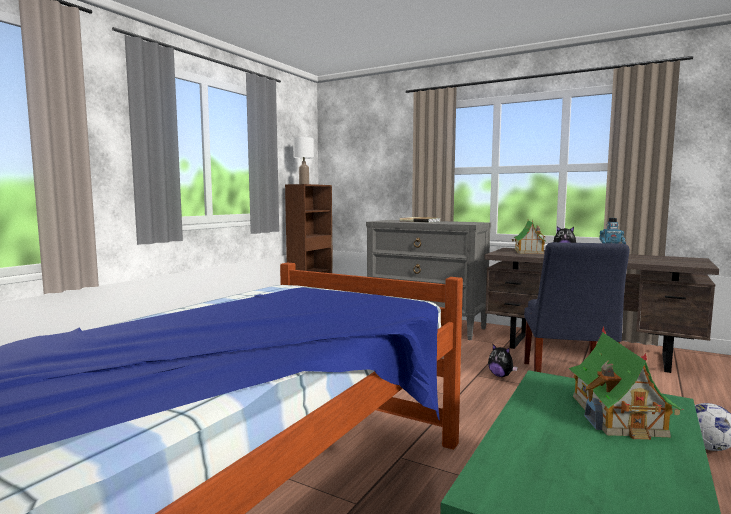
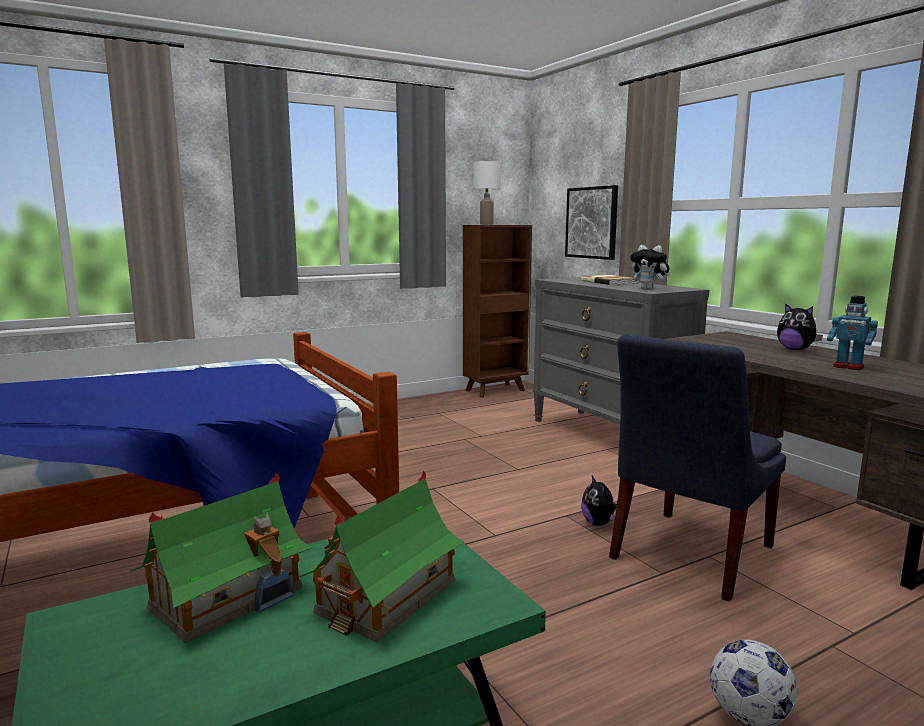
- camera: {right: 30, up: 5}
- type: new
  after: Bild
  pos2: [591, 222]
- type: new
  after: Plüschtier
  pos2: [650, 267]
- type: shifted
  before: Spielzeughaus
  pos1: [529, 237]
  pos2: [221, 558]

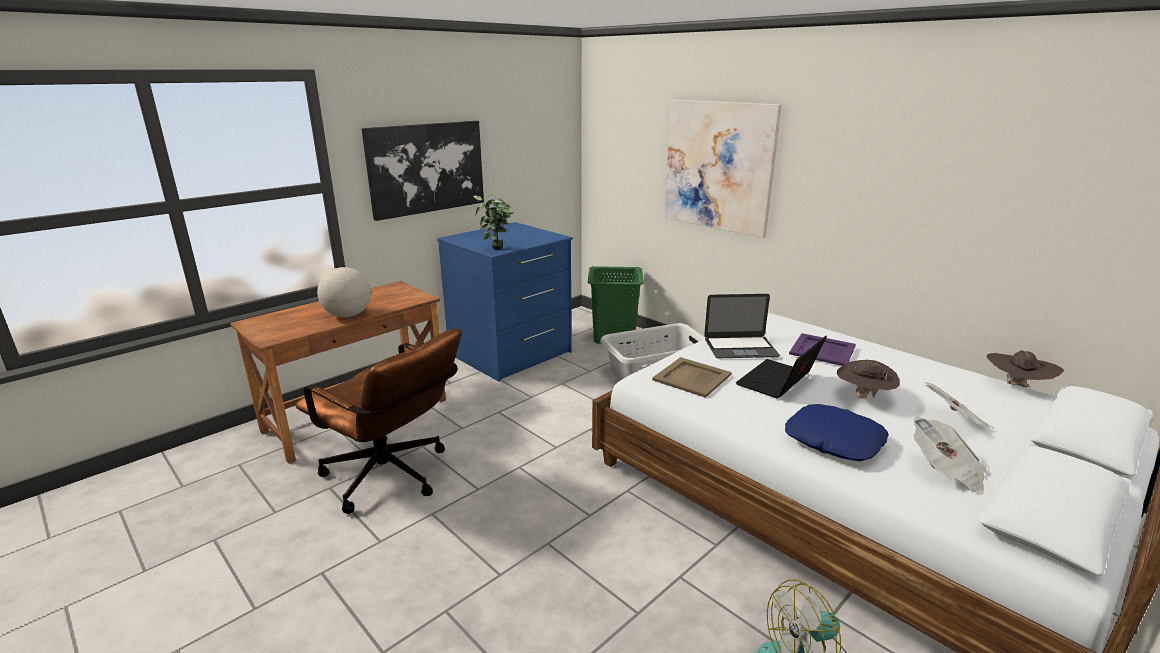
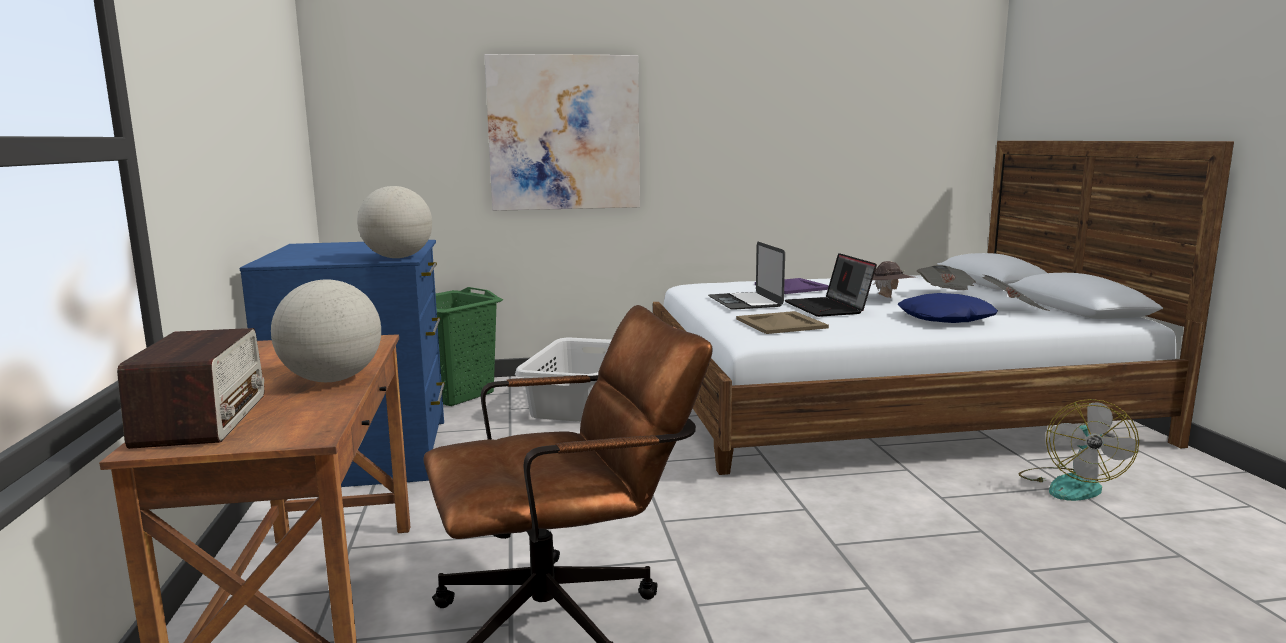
- camera: {right: -55, up: -10}
- type: gone
  before: Bild
  pos1: [423, 171]
- type: gone
  before: Hut [braun]
  pos1: [1025, 368]
- type: new
  after: Radio
  pos2: [190, 388]
- type: swapped
  before: Topfpflanze
  after: Globus
  pos1: [493, 221]
  pos2: [394, 222]
- type: rotated
  before: Laptop
  pos1: [742, 326]
  pos2: [746, 276]
  turn: 135

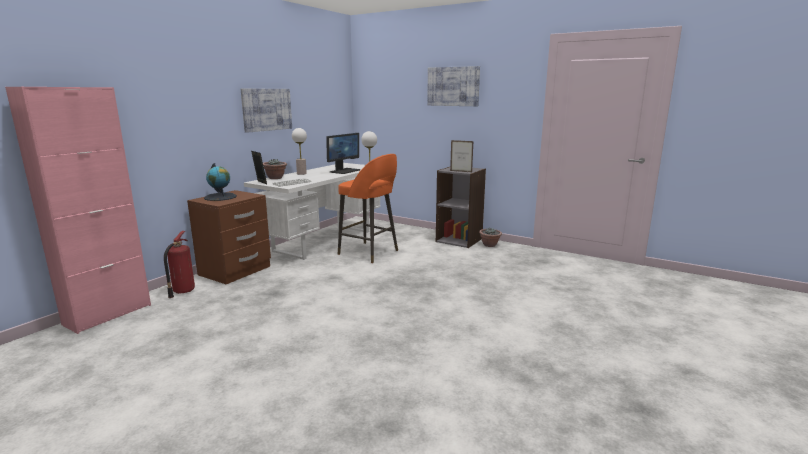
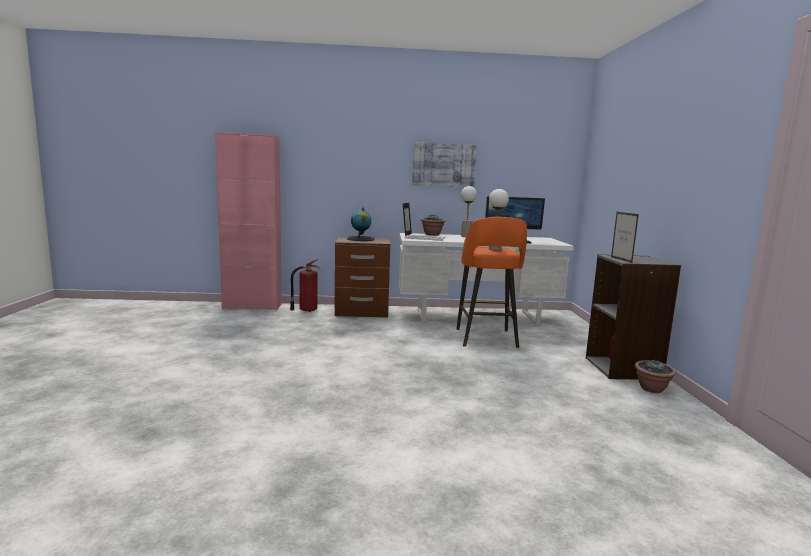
- camera: {right: 55, up: -5}
- type: gone
  before: Bild
  pos1: [453, 86]

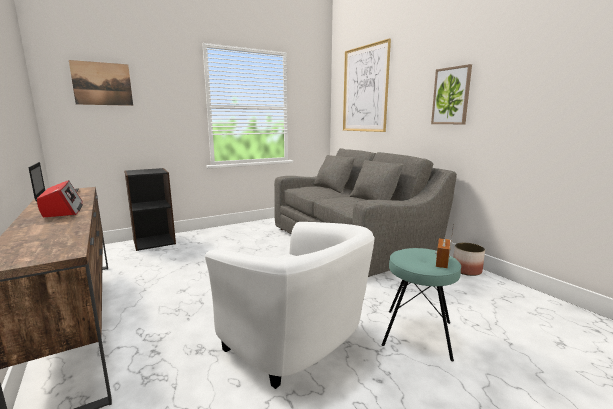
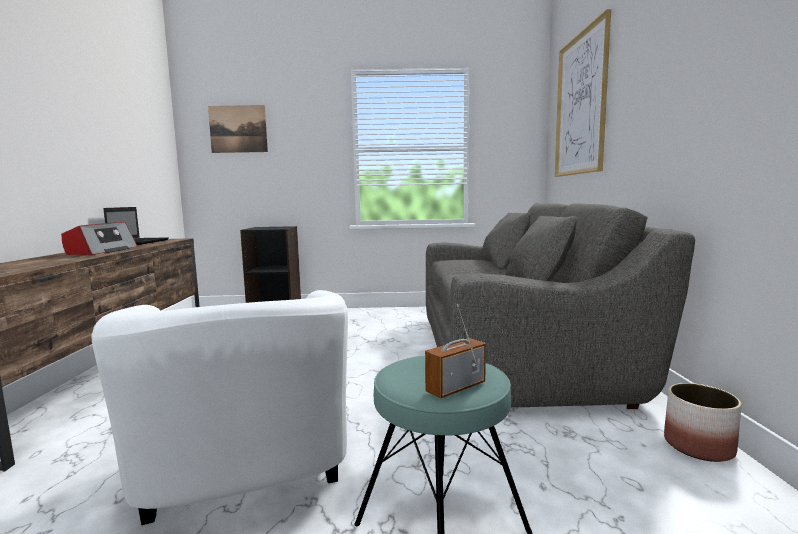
- camera: {right: 30, up: -5}
- type: gone
  before: Bild
  pos1: [451, 94]

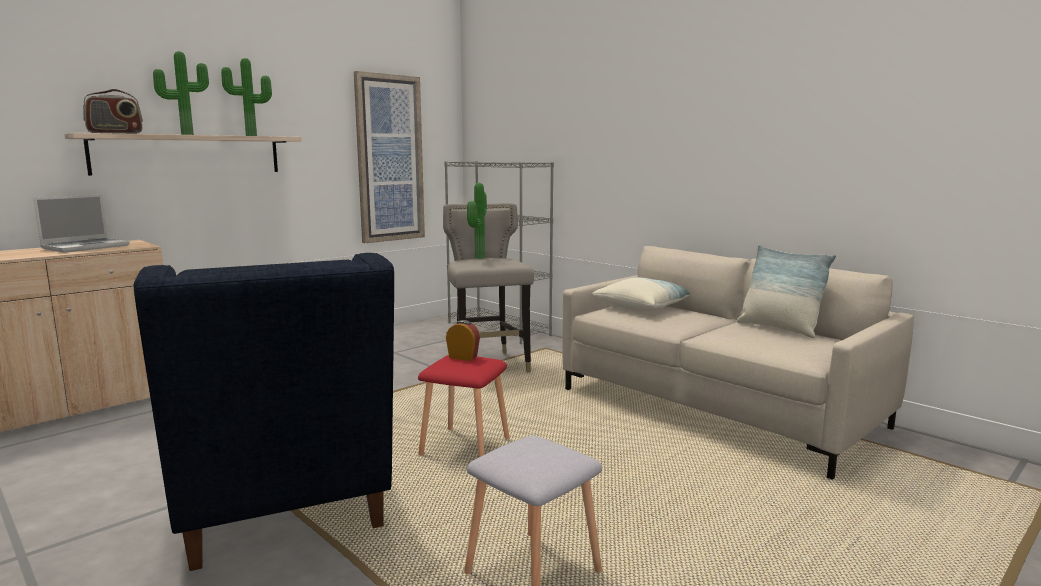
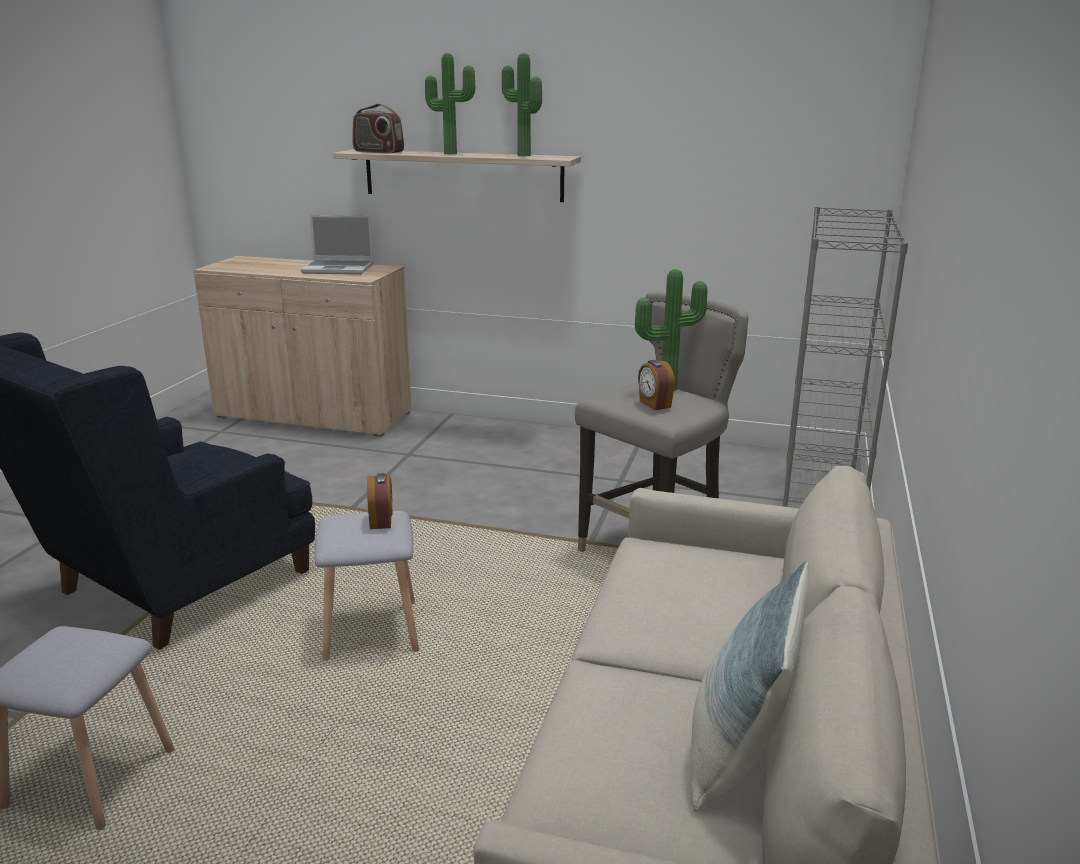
- camera: {right: 60, up: 10}
- type: gone
  before: Bild
  pos1: [389, 157]
- type: gone
  before: Kissen
  pos1: [641, 294]
- type: new
  after: Wecker
  pos2: [656, 385]
- type: repainted
  before: Hocker [rot]
  after: Hocker [grau]
  pos1: [464, 406]
  pos2: [366, 586]

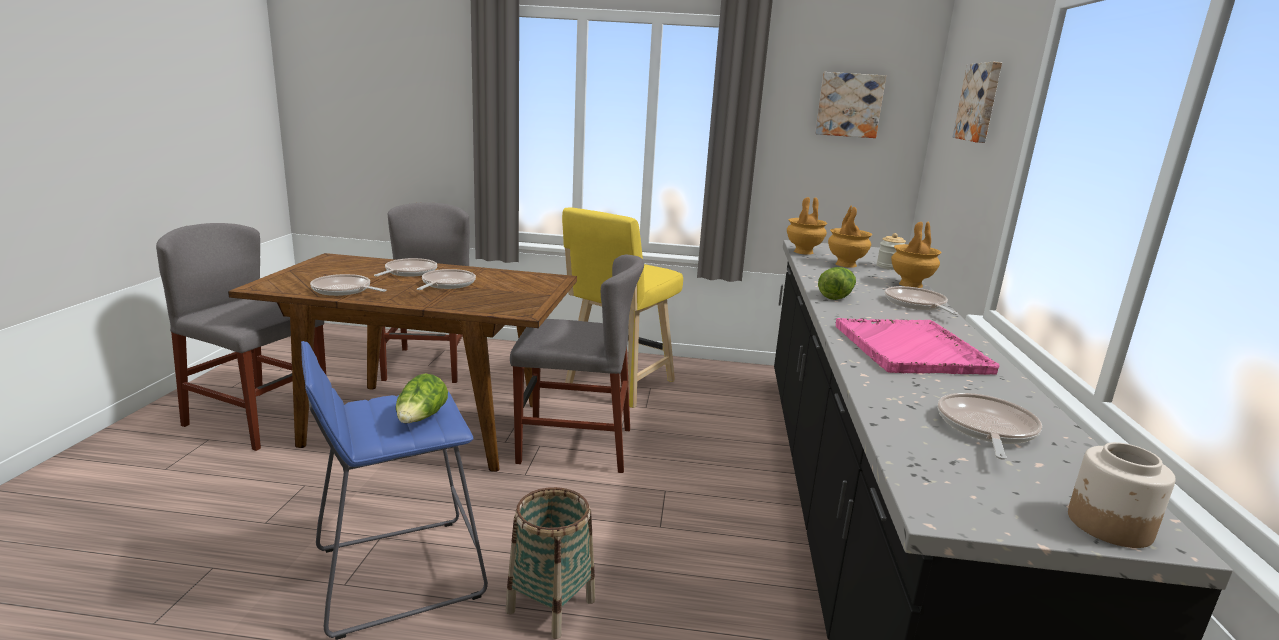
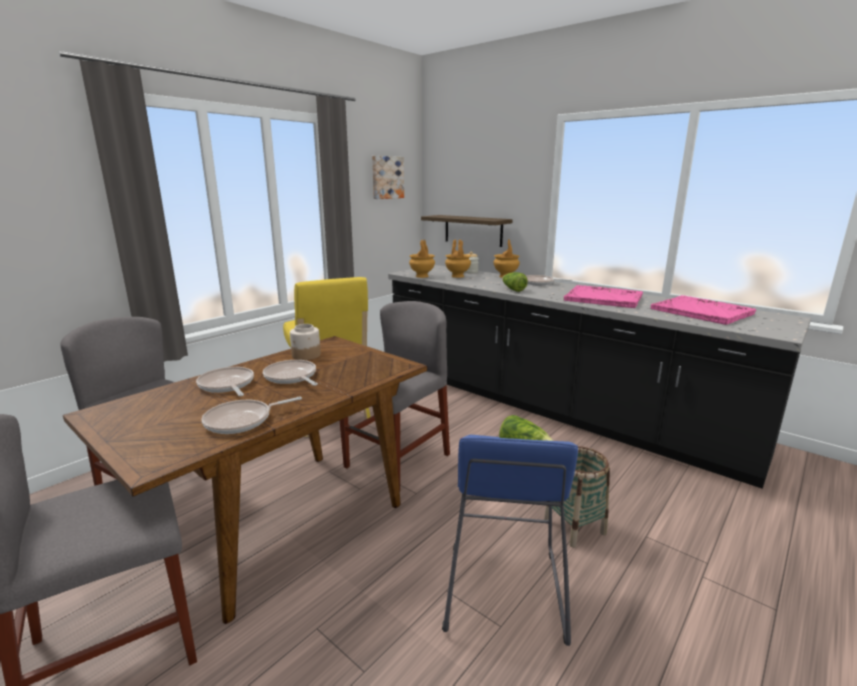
- camera: {right: -55, up: 0}
- type: gone
  before: Bild
  pos1: [977, 102]
- type: new
  after: Wandregal
  pos2: [467, 231]
- type: shifted
  before: Vorratsglas
  pos1: [1122, 495]
  pos2: [305, 342]
- type: swapped
  before: Pfanne
  after: Tablett [rosa]
  pos1: [990, 426]
  pos2: [703, 310]

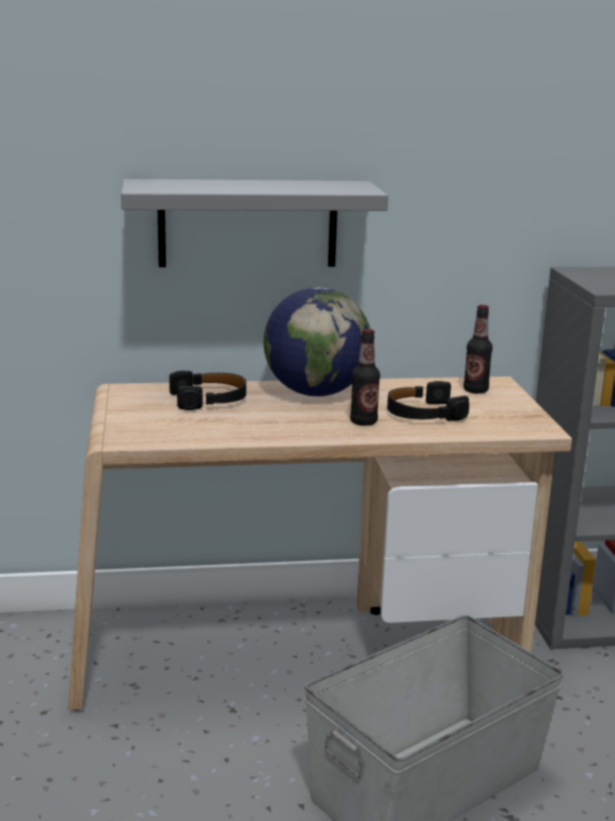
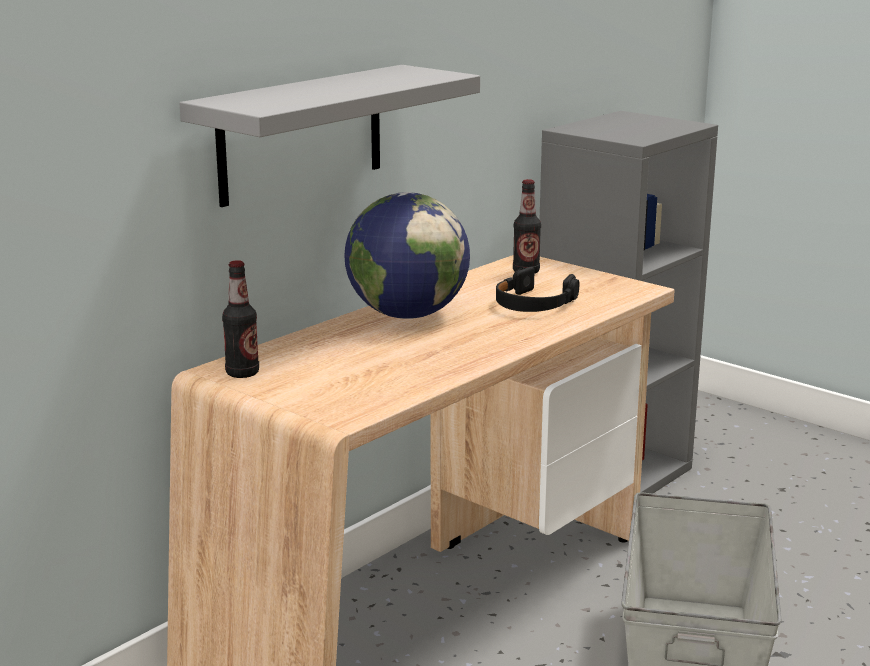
- camera: {right: -40, up: 0}
- type: gone
  before: Kopfhörer [schwarz]
  pos1: [207, 390]
- type: shifted
  before: Flasche
  pos1: [365, 377]
  pos2: [240, 319]

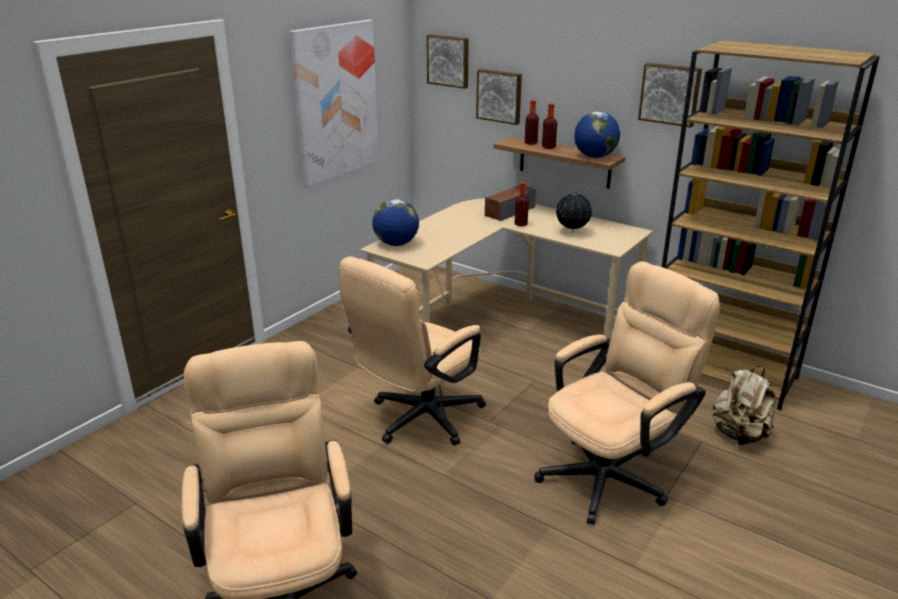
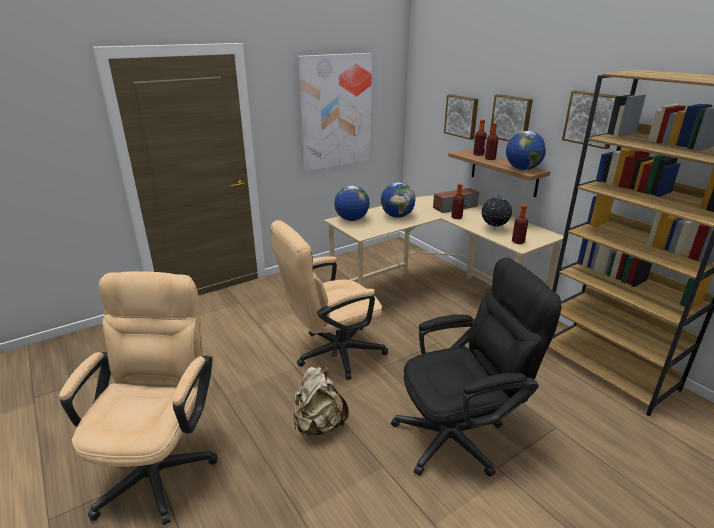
- camera: {right: 20, up: 0}
- type: new
  after: Globus
  pos2: [398, 200]
- type: new
  after: Flasche
  pos2: [520, 224]
- type: shifted
  before: Bild
  pos1: [447, 62]
  pos2: [511, 117]
- type: shifted
  before: Rucksack [beige]
  pos1: [744, 405]
  pos2: [321, 401]
- type: repainted
  before: Bürostuhl [beige]
  after: Bürostuhl [schwarz]
  pos1: [627, 393]
  pos2: [476, 367]

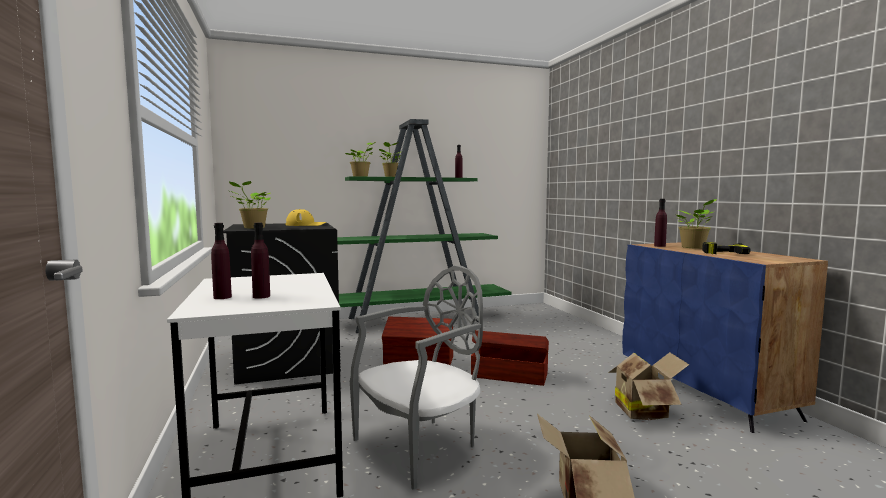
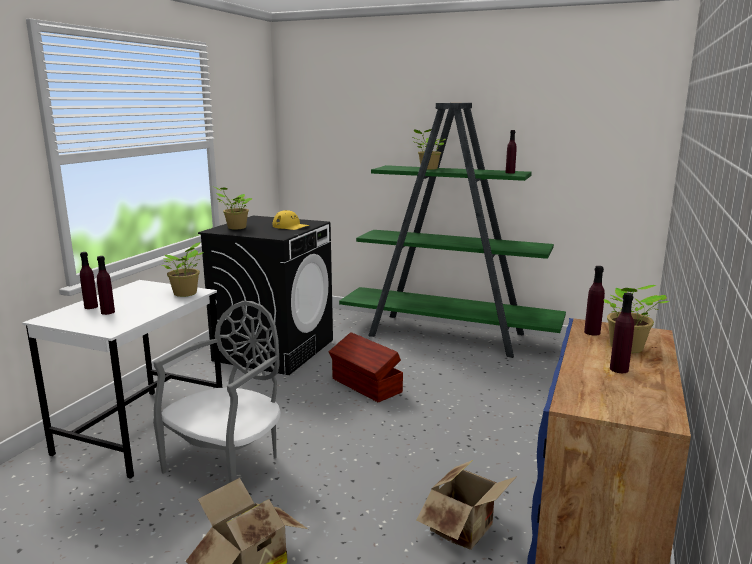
- camera: {right: 40, up: 10}
- type: gone
  before: Aufbewahrungsbox [braun]
  pos1: [510, 358]
- type: shifted
  before: Topfpflanze
  pos1: [360, 159]
  pos2: [183, 269]
- type: swapped
  before: Bohrmaschine
  after: Flasche [lila]
  pos1: [726, 248]
  pos2: [622, 333]
- type: rotated
  before: Stuhl [grau]
  pos1: [416, 378]
  pos2: [217, 392]
  turn: -60

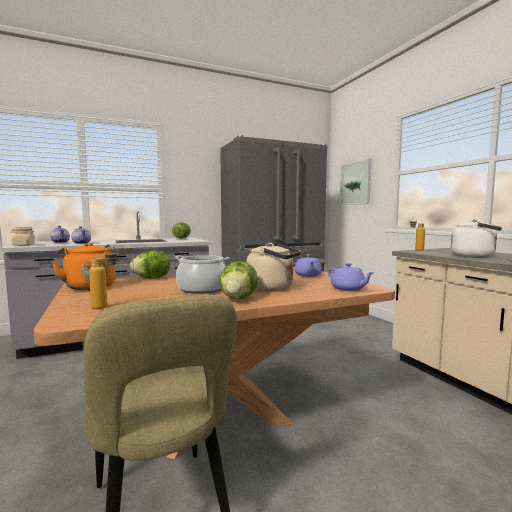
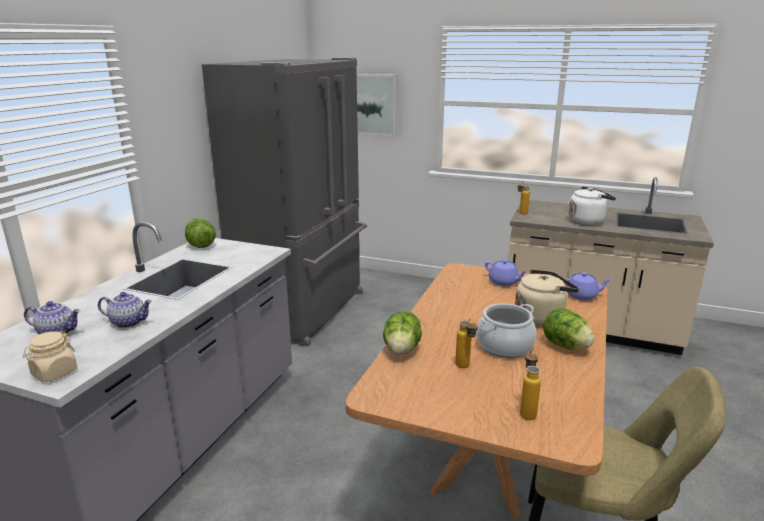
- camera: {right: -45, up: 15}
- type: gone
  before: Wasserkessel [orange]
  pos1: [84, 266]
- type: new
  after: Flasche
  pos2: [466, 343]

